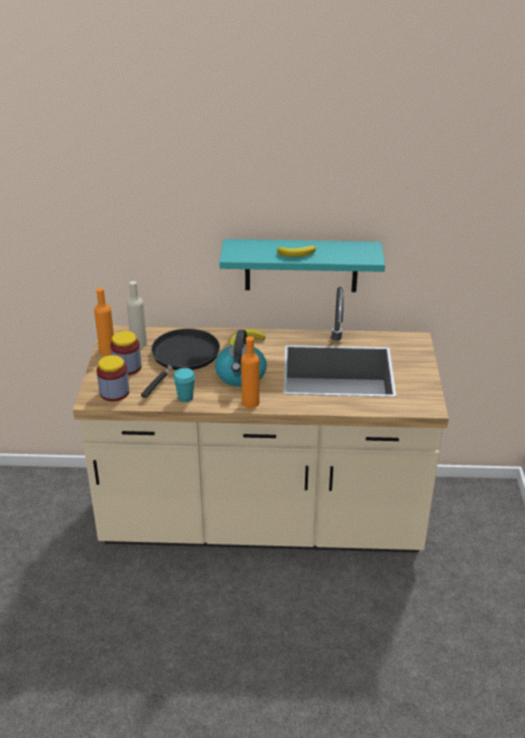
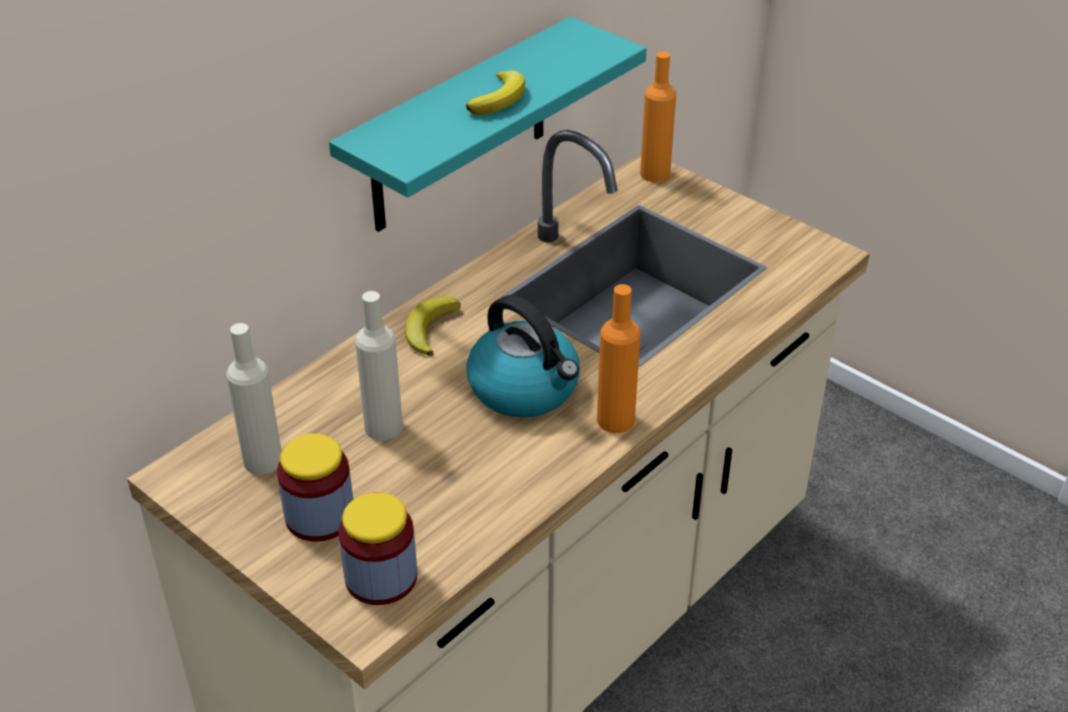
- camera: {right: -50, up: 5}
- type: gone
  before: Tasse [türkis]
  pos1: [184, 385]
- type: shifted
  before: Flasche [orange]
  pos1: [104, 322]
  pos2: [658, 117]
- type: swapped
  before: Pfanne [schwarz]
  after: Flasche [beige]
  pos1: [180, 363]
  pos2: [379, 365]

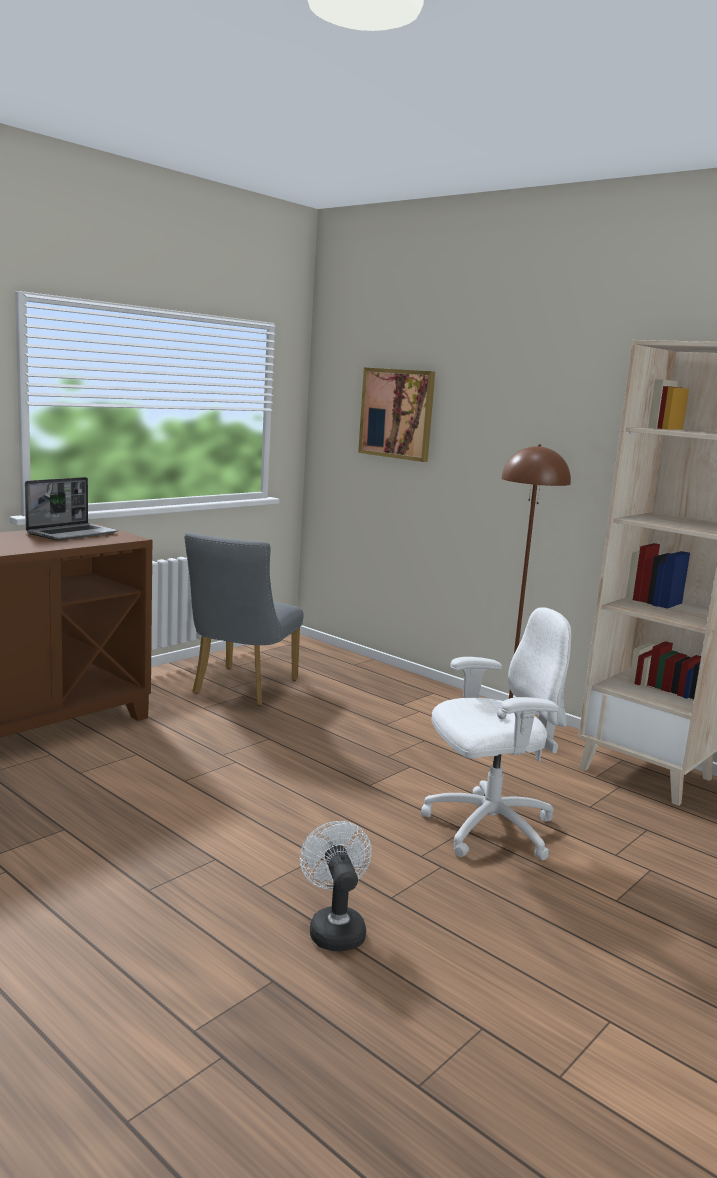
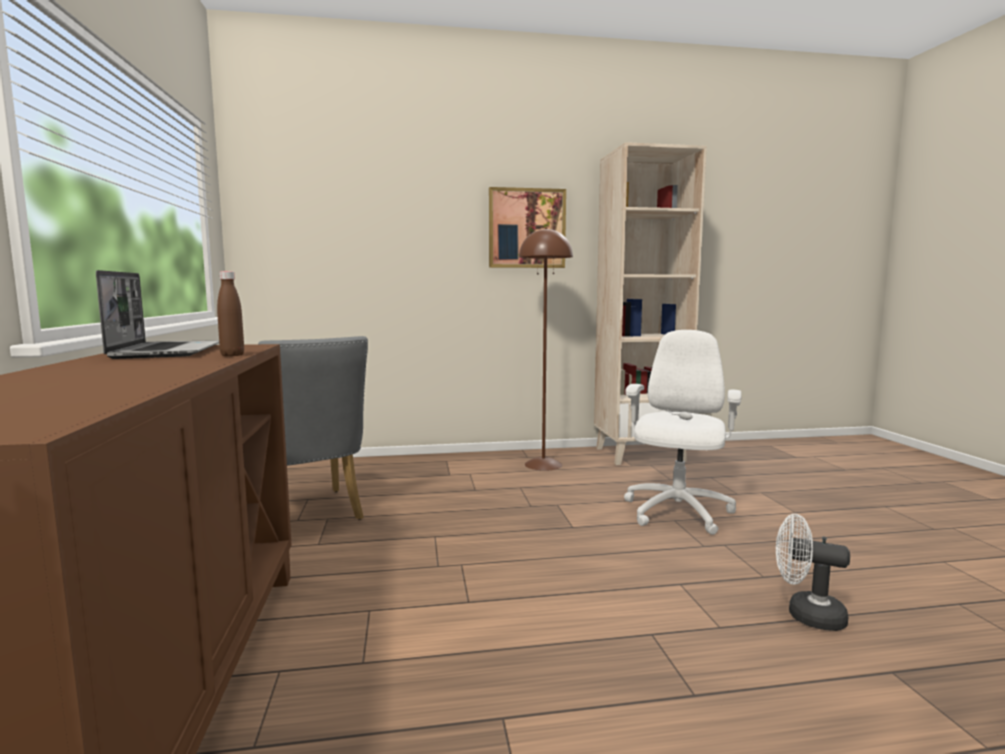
- camera: {right: -50, up: -5}
- type: new
  after: Flasche [braun]
  pos2: [230, 313]
- type: shifted
  before: Bild
  pos1: [396, 415]
  pos2: [527, 227]

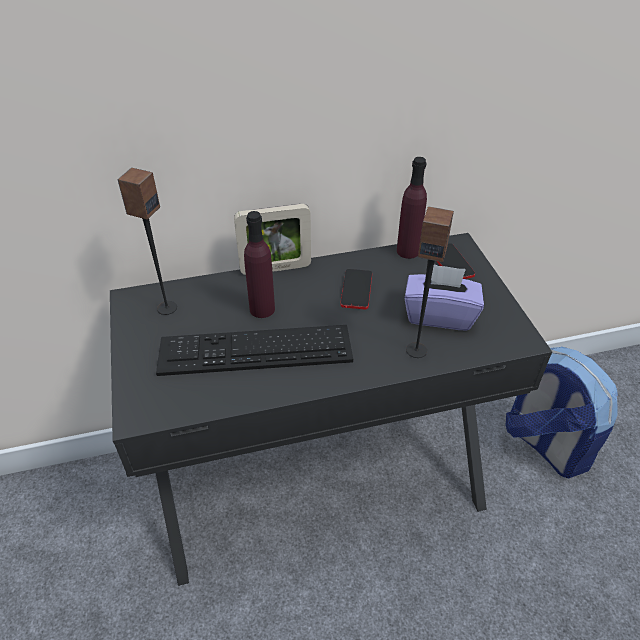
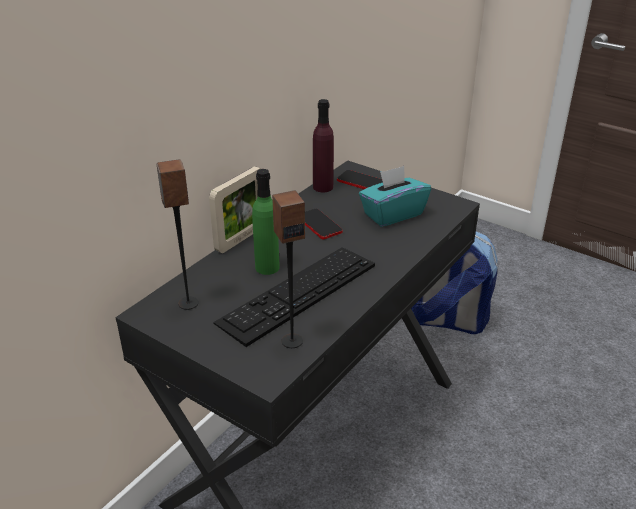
- camera: {right: -40, up: -10}
- type: shifted
  before: Lautsprecher
  pos1: [430, 282]
  pos2: [288, 269]
- type: repainted
  before: Flasche [lila]
  after: Flasche [grün]
  pos1: [259, 264]
  pos2: [266, 222]
- type: repainted
  before: Taschentuchbox [lila]
  after: Taschentuchbox [türkis]
  pos1: [444, 297]
  pos2: [395, 196]

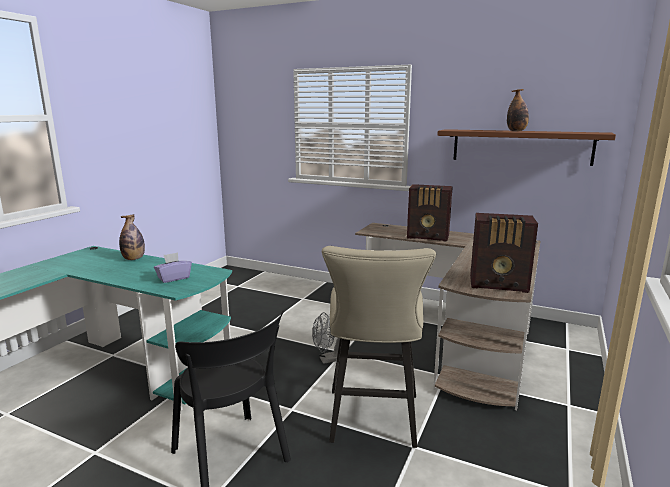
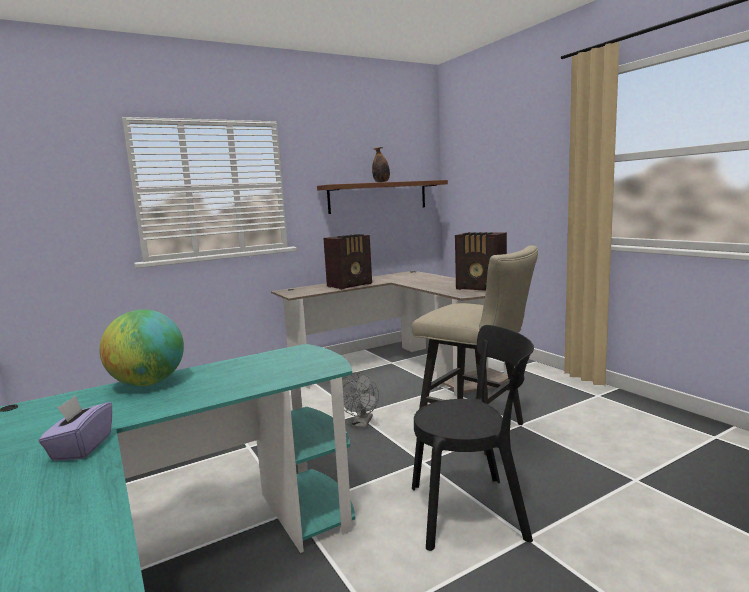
- camera: {right: -55, up: -5}
- type: shifted
  before: Taschentuchbox [lila]
  pos1: [173, 267]
  pos2: [75, 428]
- type: swapped
  before: Flasche
  after: Globus
  pos1: [132, 237]
  pos2: [141, 348]
- type: rotated
  before: Radio
  pos1: [504, 253]
  pos2: [481, 261]
  turn: 75

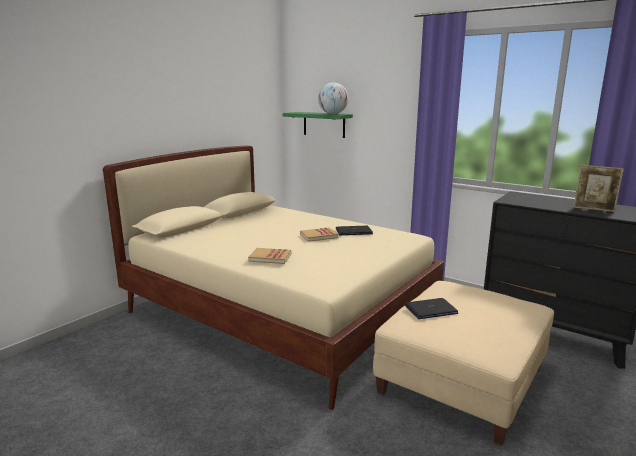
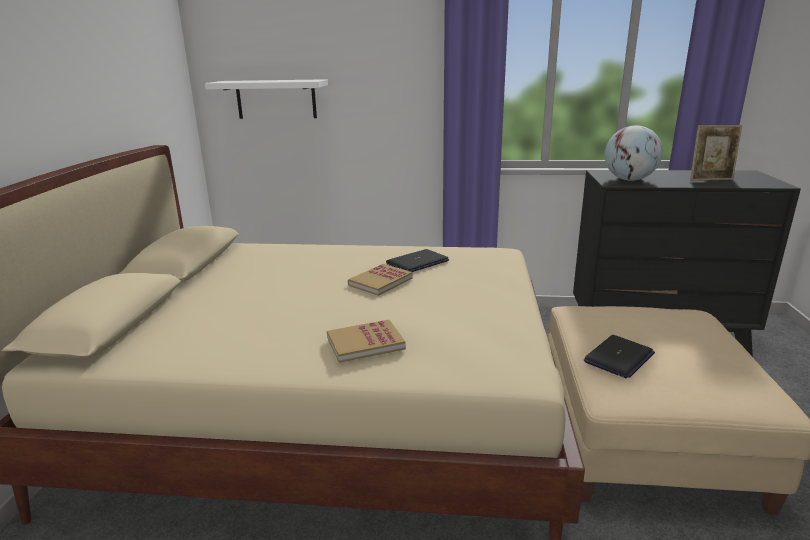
- camera: {right: -30, up: 5}
- type: shifted
  before: Globus
  pos1: [333, 98]
  pos2: [634, 153]
- type: repainted
  before: Wandregal [grün]
  after: Wandregal [weiß]
  pos1: [317, 125]
  pos2: [266, 99]

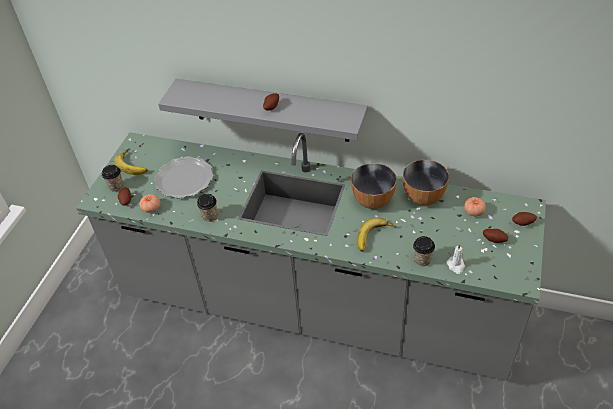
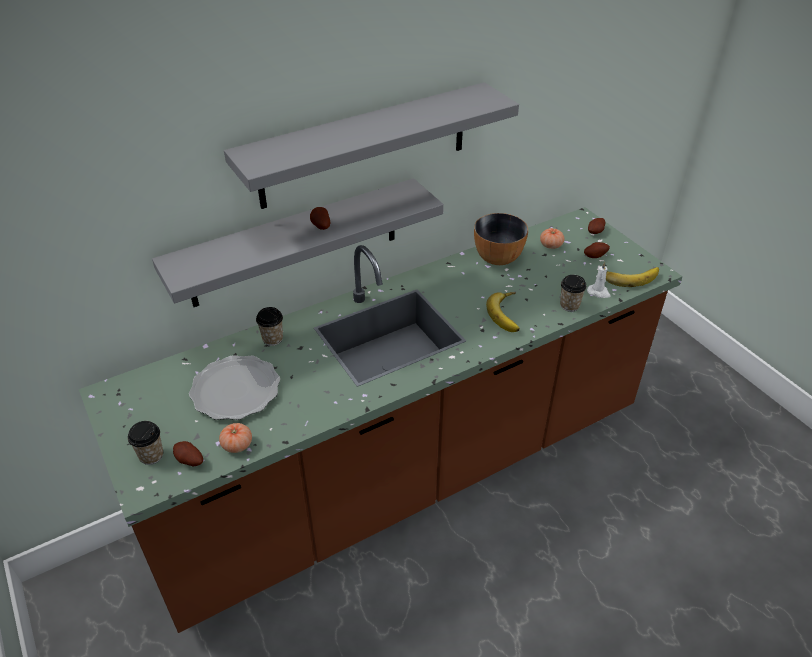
- camera: {right: -50, up: -5}
- type: gone
  before: Schüssel
  pos1: [374, 186]
- type: new
  after: Wandregal [grau]
  pos2: [371, 145]
- type: shifted
  before: Banane
  pos1: [131, 162]
  pos2: [632, 277]
- type: shifted
  before: Tasse
  pos1: [207, 208]
  pos2: [269, 326]
- type: repainted
  before: Küchenzeile [grau]
  after: Küchenzeile [braun]
  pos1: [311, 256]
  pos2: [381, 420]

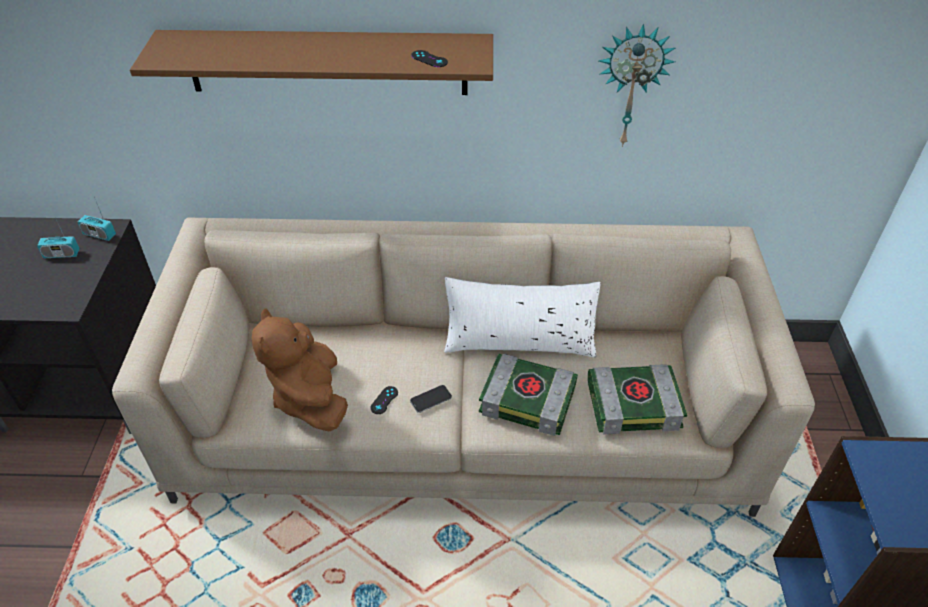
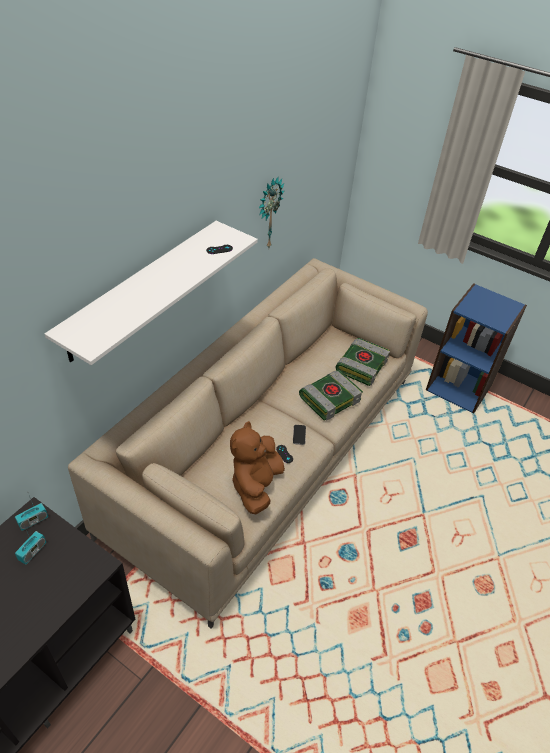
- camera: {right: -60, up: 0}
- type: gone
  before: Kissen [weiß]
  pos1: [522, 317]
- type: repainted
  before: Wandregal [braun]
  after: Wandregal [weiß]
  pos1: [311, 62]
  pos2: [151, 293]
- type: rotated
  before: Plüschtier [braun]
  pos1: [300, 369]
  pos2: [257, 467]
  turn: 90

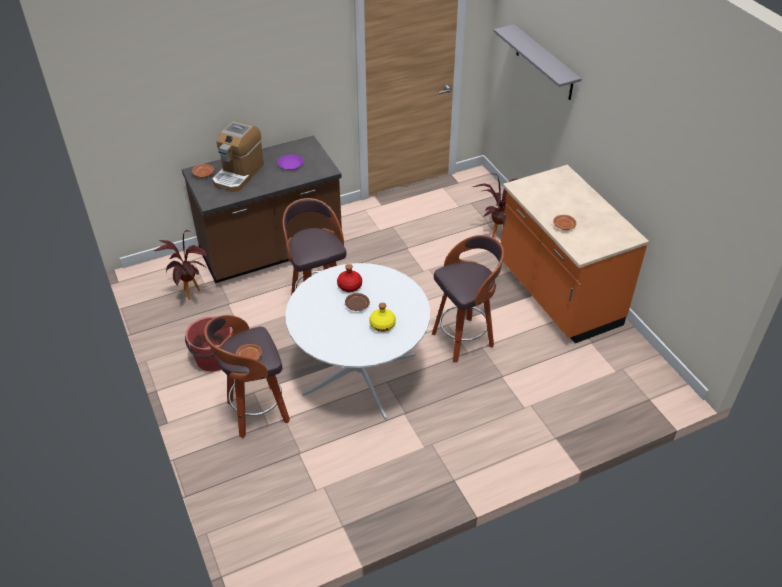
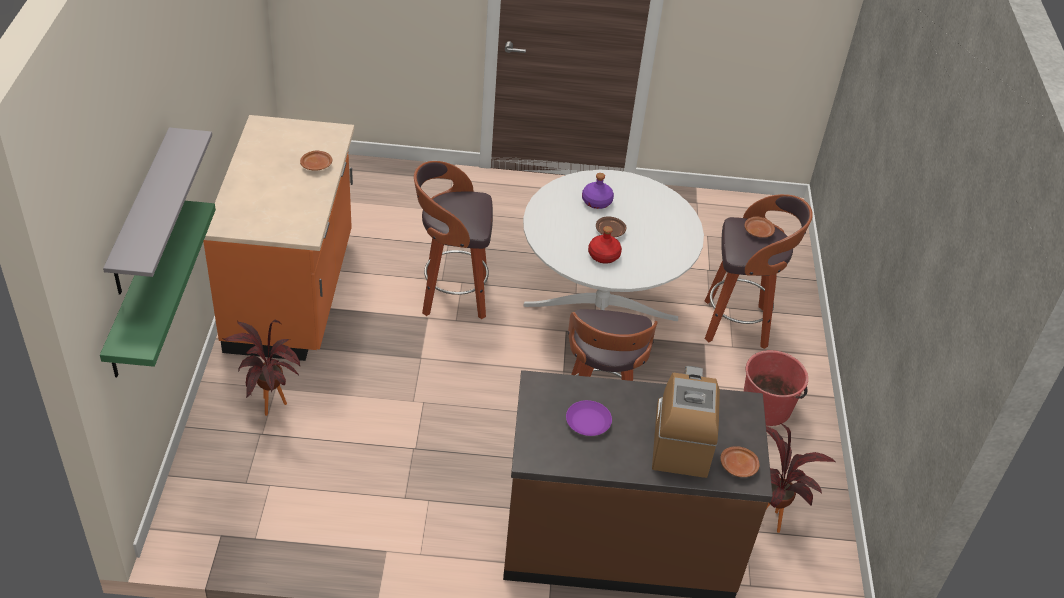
- camera: {right: -155, up: 0}
- type: new
  after: Wandregal [grün]
  pos2: [158, 289]
- type: repainted
  before: Flasche [gelb]
  after: Flasche [lila]
  pos1: [382, 317]
  pos2: [598, 191]
- type: rotated
  before: Kaffeemaschine
  pos1: [238, 156]
  pos2: [686, 422]
  turn: -45

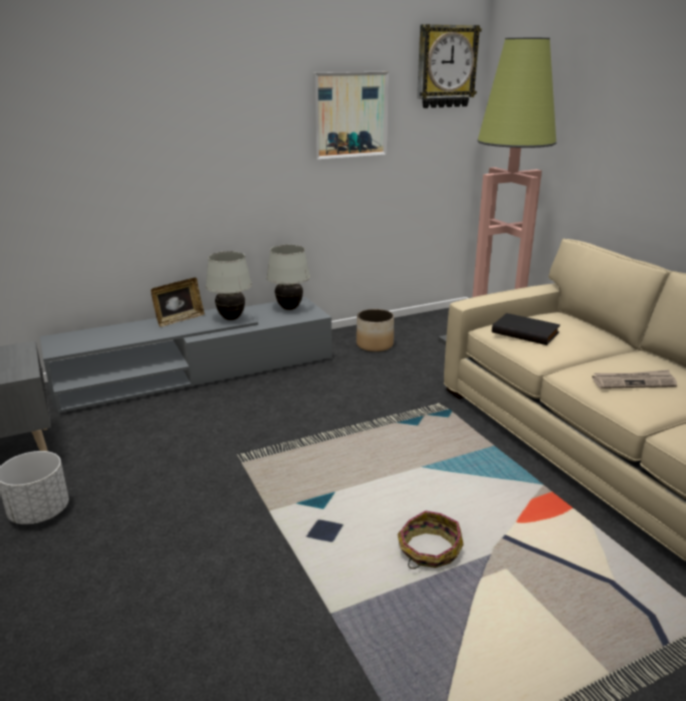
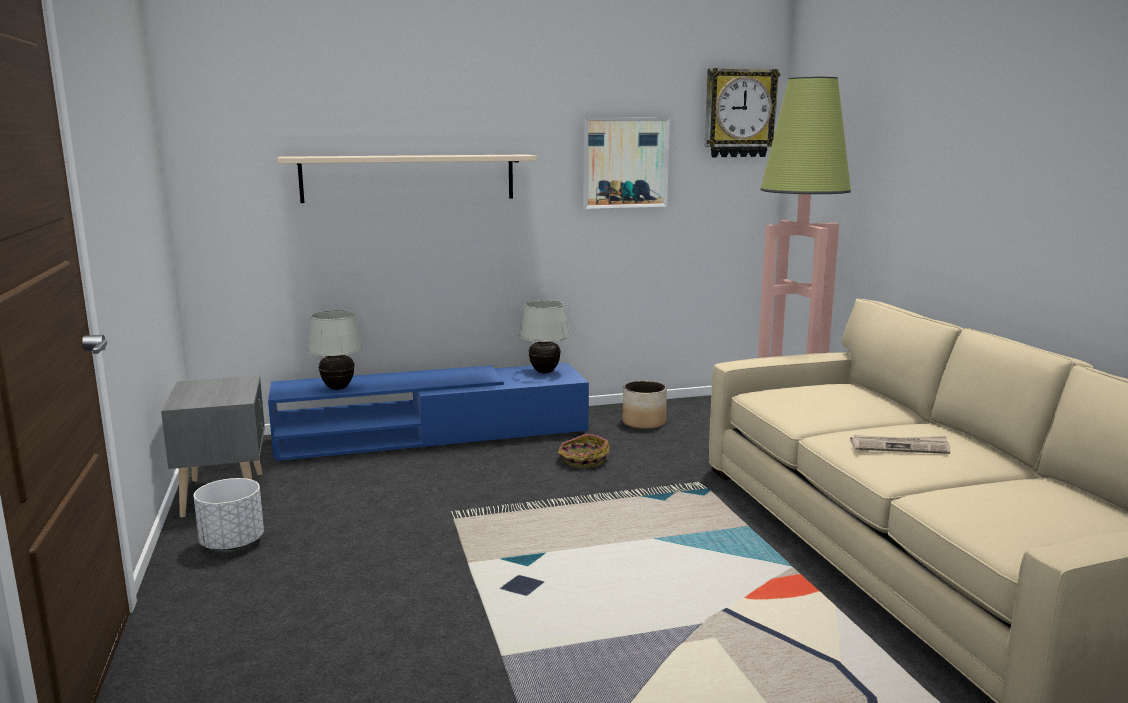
- camera: {right: 10, up: -10}
- type: gone
  before: Bilderrahmen
  pos1: [178, 302]
- type: gone
  before: Buch [schwarz]
  pos1: [526, 329]
- type: new
  after: Wandregal [beige]
  pos2: [407, 179]
- type: shifted
  before: Tischlampe [weiß]
  pos1: [229, 285]
  pos2: [335, 350]
- type: shifted
  before: Korb
  pos1: [430, 539]
  pos2: [584, 451]
- type: repainted
  before: Fernsehschrank [grau]
  after: Fernsehschrank [blau]
  pos1: [186, 355]
  pos2: [428, 412]

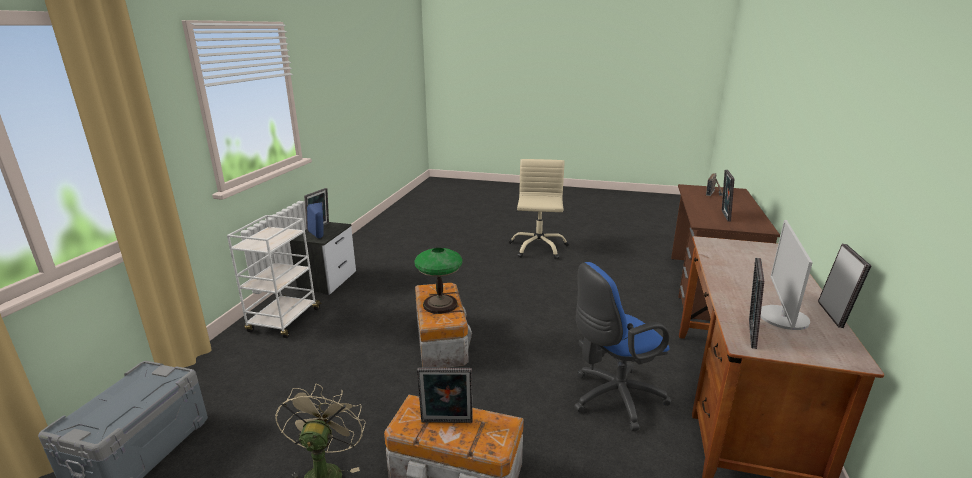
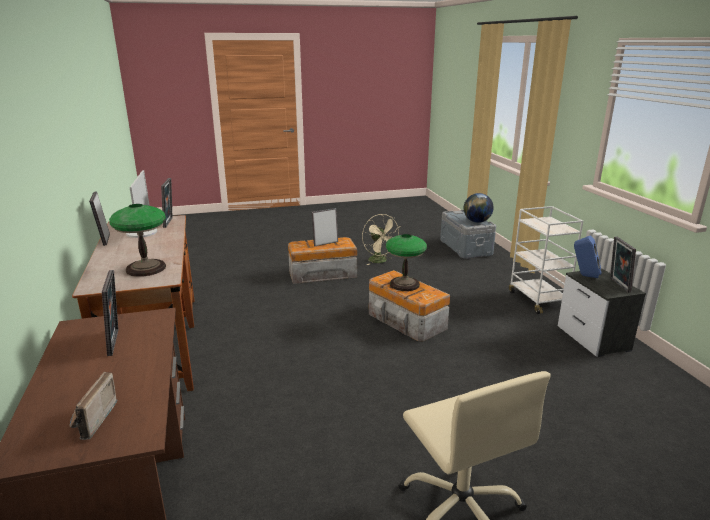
- camera: {right: 150, up: 0}
- type: gone
  before: Bürostuhl [blau]
  pos1: [622, 346]
- type: new
  after: Tischlampe
  pos2: [137, 240]
- type: new
  after: Globus
  pos2: [479, 208]

